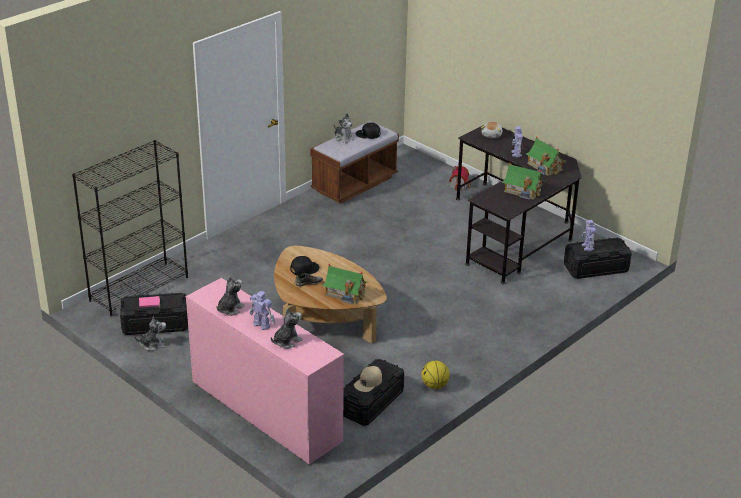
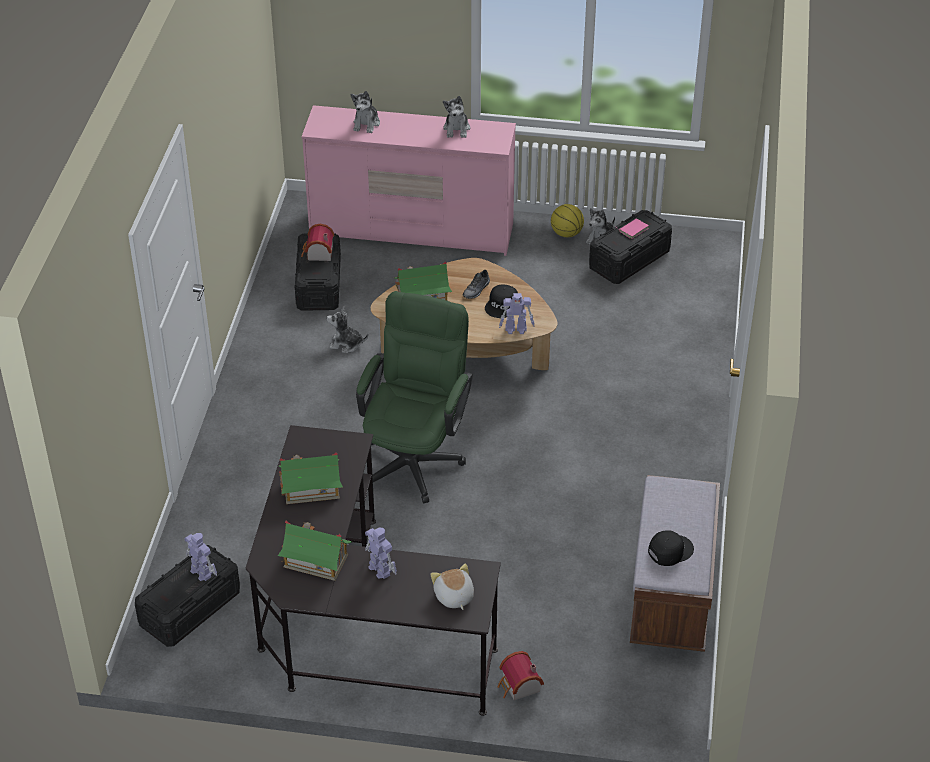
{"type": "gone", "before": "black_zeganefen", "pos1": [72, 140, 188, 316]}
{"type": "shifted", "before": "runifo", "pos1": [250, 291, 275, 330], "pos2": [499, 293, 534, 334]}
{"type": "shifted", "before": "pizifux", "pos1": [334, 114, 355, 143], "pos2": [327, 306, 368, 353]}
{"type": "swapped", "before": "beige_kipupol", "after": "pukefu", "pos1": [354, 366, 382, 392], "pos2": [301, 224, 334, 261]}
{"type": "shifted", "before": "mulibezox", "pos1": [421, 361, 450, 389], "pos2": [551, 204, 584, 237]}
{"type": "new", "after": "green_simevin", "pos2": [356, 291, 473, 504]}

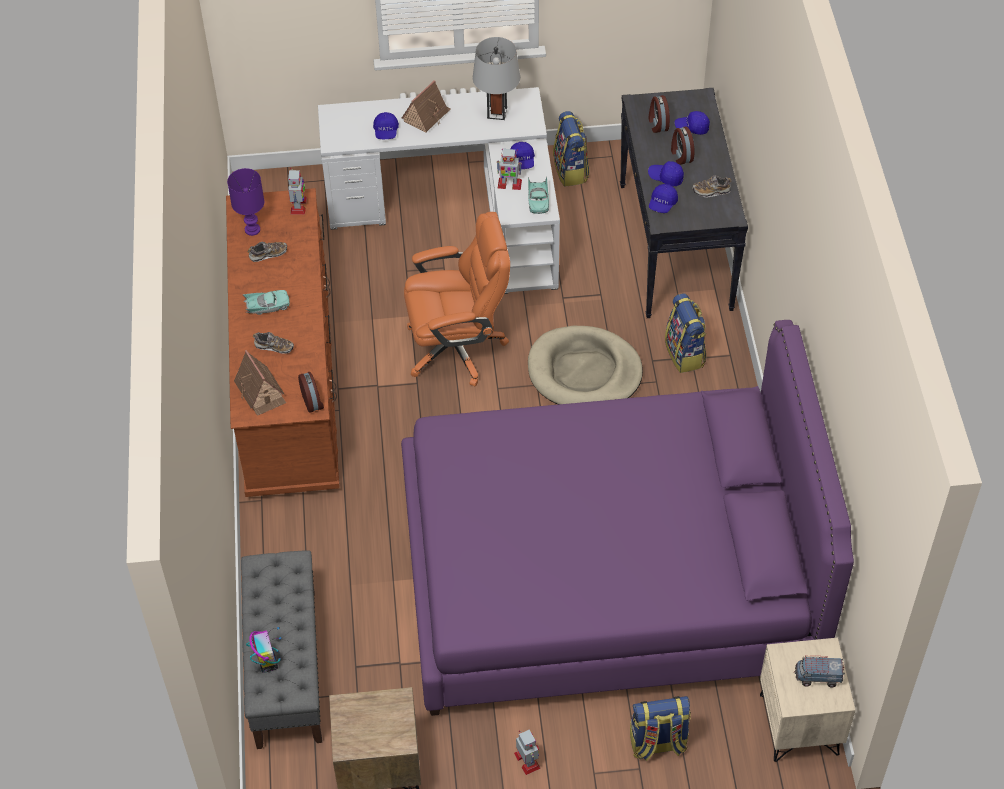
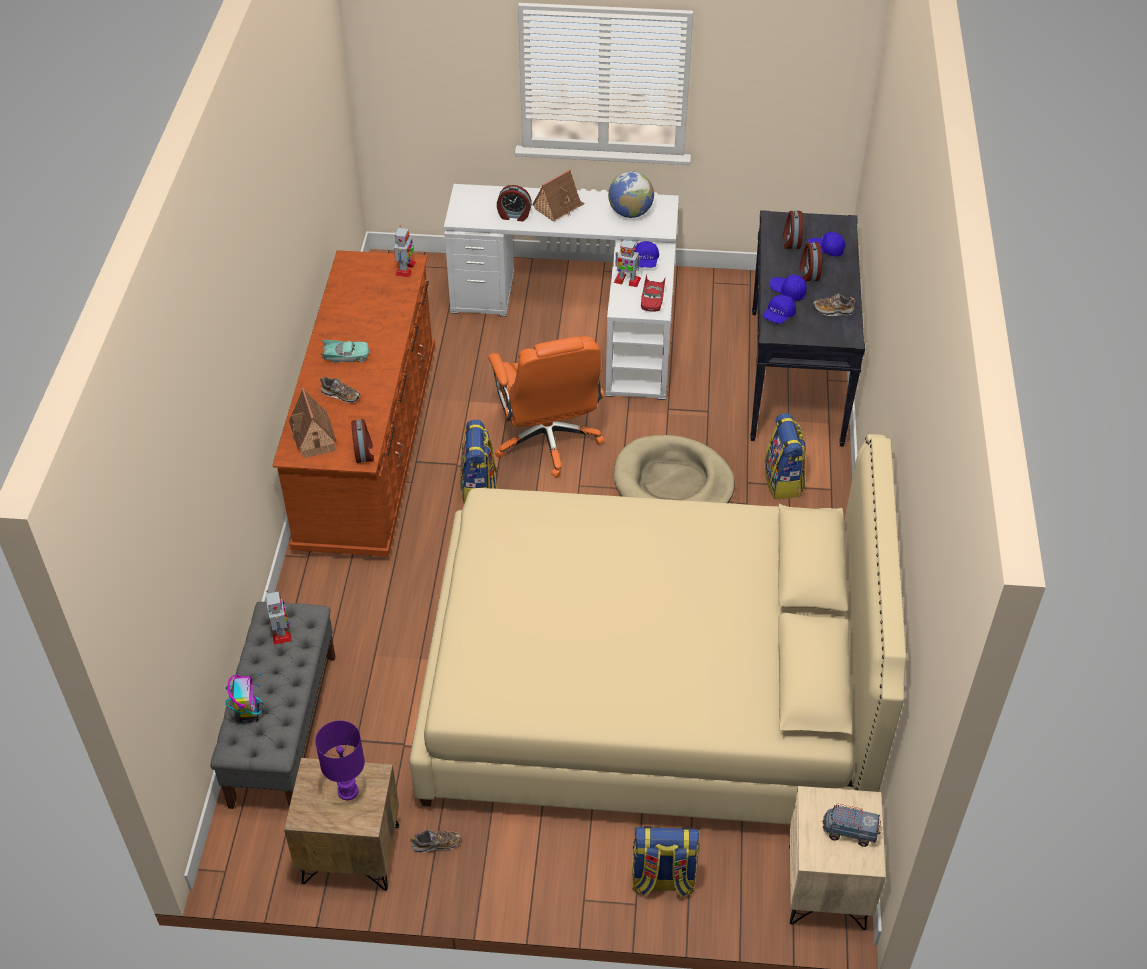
{"type": "shifted", "before": "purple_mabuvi", "pos1": [227, 168, 264, 236], "pos2": [315, 720, 365, 800]}
{"type": "shifted", "before": "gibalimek", "pos1": [247, 241, 287, 262], "pos2": [410, 830, 461, 853]}
{"type": "swapped", "before": "blue_kipupol", "after": "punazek", "pos1": [373, 112, 399, 139], "pos2": [497, 185, 532, 222]}
{"type": "repainted", "before": "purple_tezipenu", "after": "beige_tezipenu", "pos1": [401, 320, 854, 716], "pos2": [409, 434, 906, 825]}
{"type": "rotated", "before": "orange_simevin", "pos1": [404, 212, 510, 386], "pos2": [488, 336, 604, 478], "turn": 75}
{"type": "swapped", "before": "grey_mabuvi", "after": "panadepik", "pos1": [473, 37, 520, 120], "pos2": [608, 171, 654, 218]}
{"type": "shifted", "before": "runifo", "pos1": [514, 729, 541, 775], "pos2": [266, 591, 292, 645]}
{"type": "repainted", "before": "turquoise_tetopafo", "after": "red_tetopafo", "pos1": [528, 176, 549, 214], "pos2": [641, 274, 666, 312]}
{"type": "shifted", "before": "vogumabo", "pos1": [553, 111, 590, 187], "pos2": [460, 420, 497, 504]}

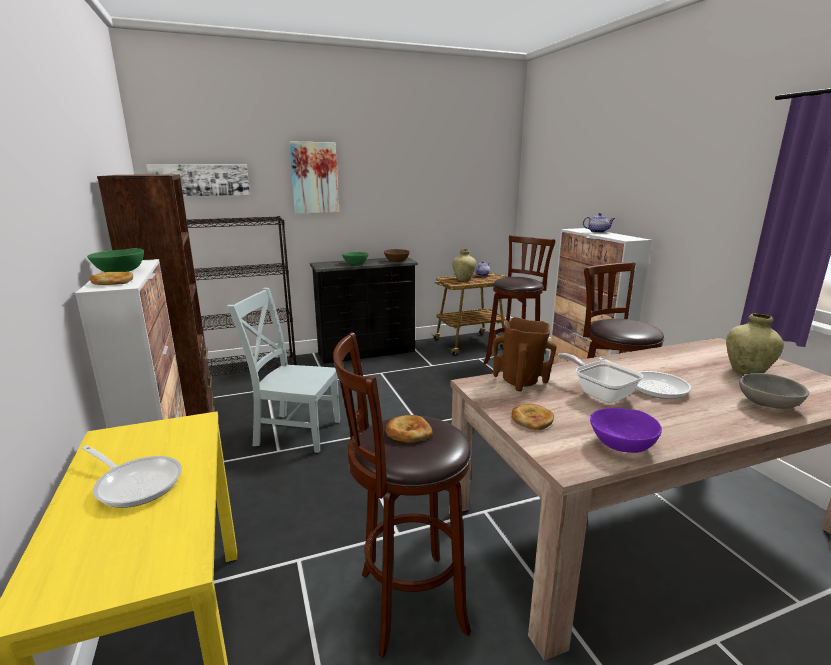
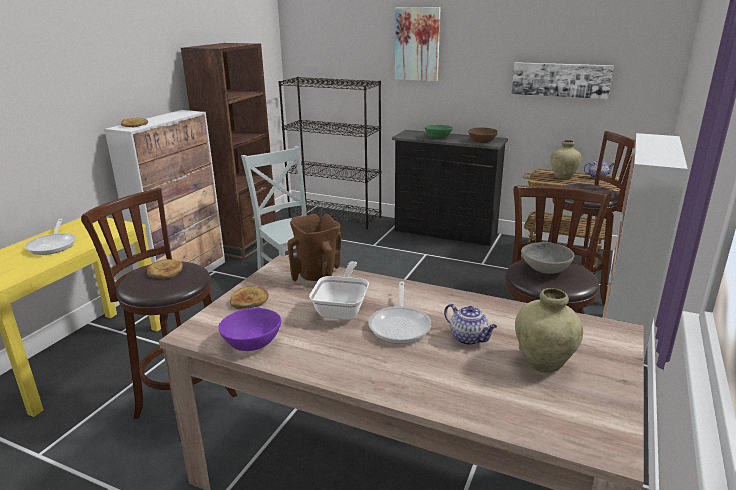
{"type": "gone", "before": "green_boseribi", "pos1": [87, 248, 144, 272]}
{"type": "shifted", "before": "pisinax", "pos1": [146, 164, 250, 196], "pos2": [512, 62, 614, 99]}
{"type": "shifted", "before": "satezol", "pos1": [583, 213, 615, 233], "pos2": [444, 304, 497, 345]}
{"type": "shifted", "before": "grey_boseribi", "pos1": [739, 373, 809, 409], "pos2": [521, 242, 574, 274]}

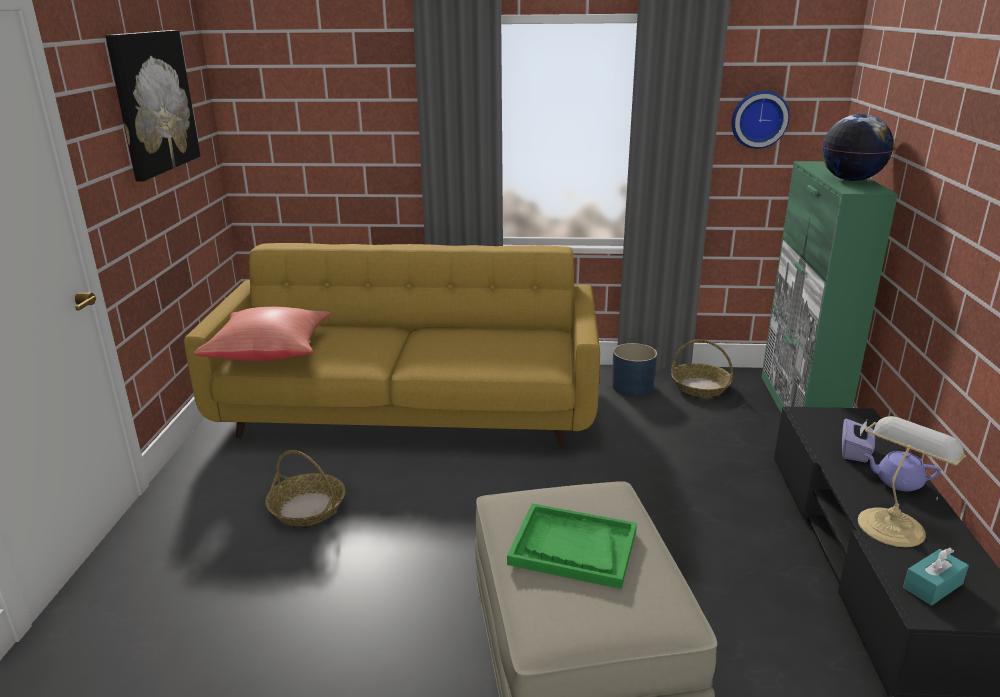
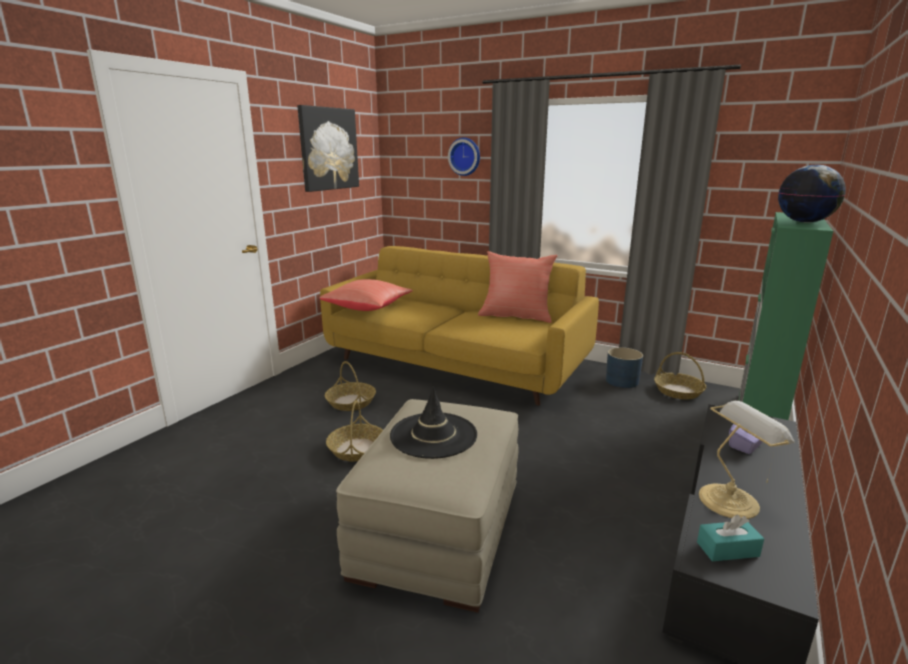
{"type": "swapped", "before": "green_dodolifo", "after": "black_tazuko", "pos1": [507, 503, 637, 589], "pos2": [390, 386, 477, 459]}
{"type": "shifted", "before": "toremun", "pos1": [732, 91, 790, 149], "pos2": [448, 137, 480, 176]}
{"type": "gone", "before": "purple_satezol", "pos1": [864, 451, 941, 491]}
{"type": "new", "after": "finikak", "pos2": [326, 400, 383, 462]}
{"type": "new", "after": "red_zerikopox", "pos2": [478, 251, 558, 323]}

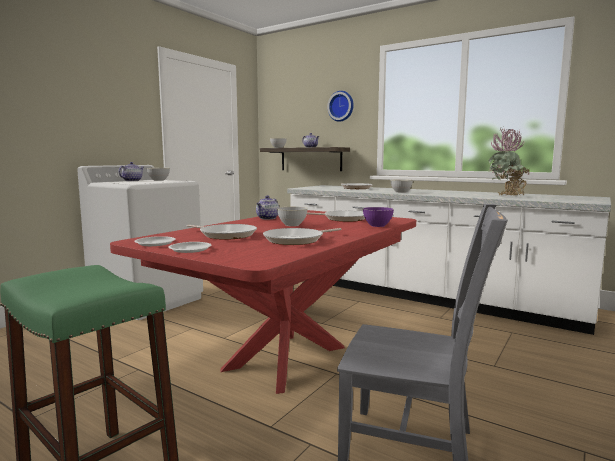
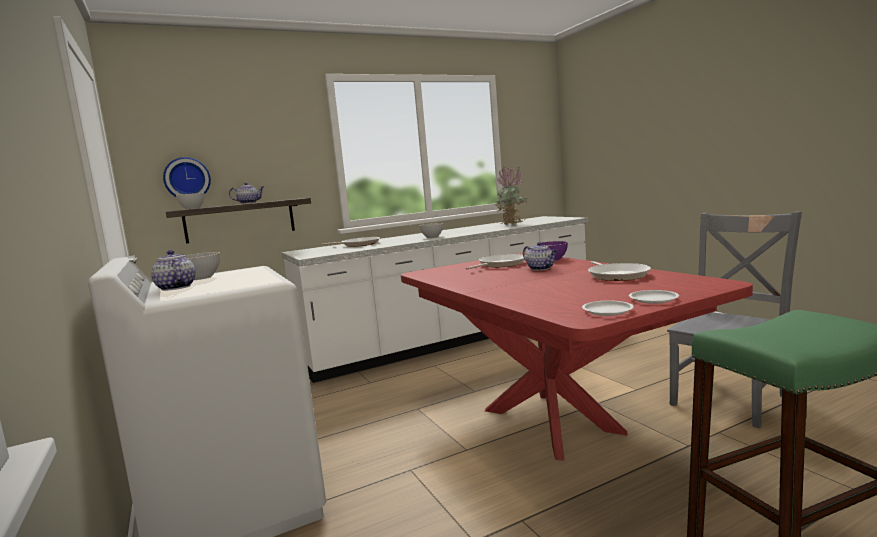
{"type": "gone", "before": "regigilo", "pos1": [187, 224, 257, 240]}
{"type": "shifted", "before": "satezol", "pos1": [256, 196, 279, 219], "pos2": [523, 242, 557, 270]}
{"type": "gone", "before": "grey_boseribi", "pos1": [277, 207, 308, 226]}
{"type": "shifted", "before": "toremun", "pos1": [327, 91, 354, 122], "pos2": [163, 157, 211, 197]}

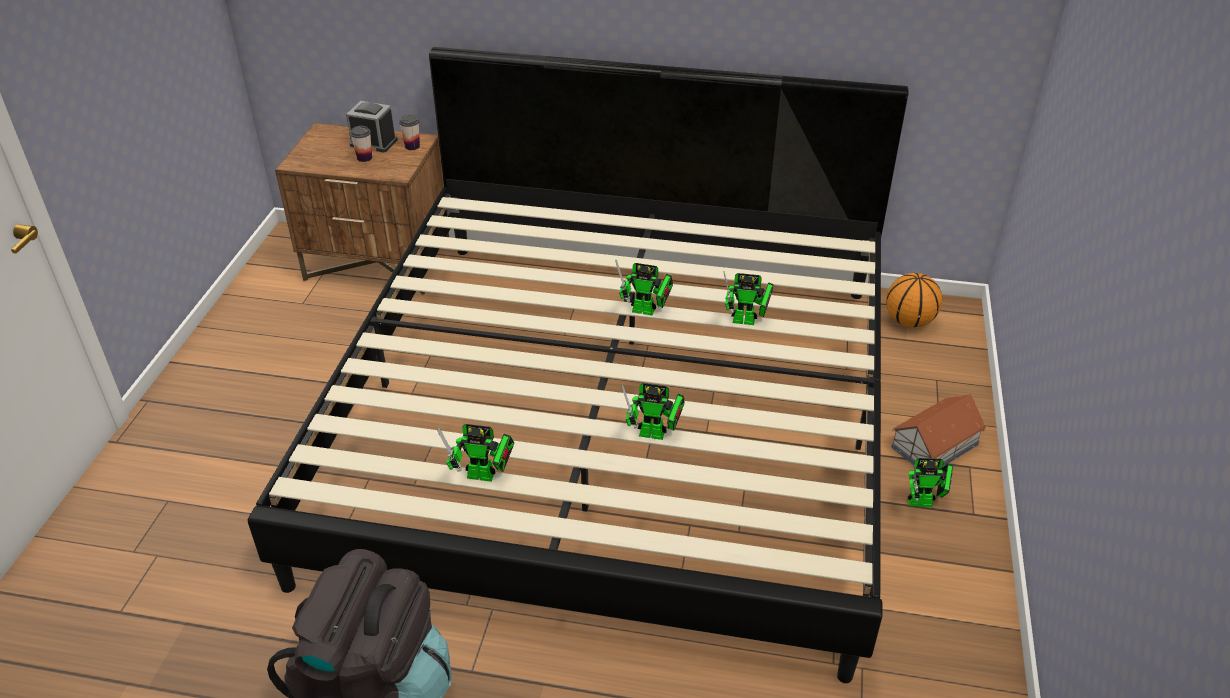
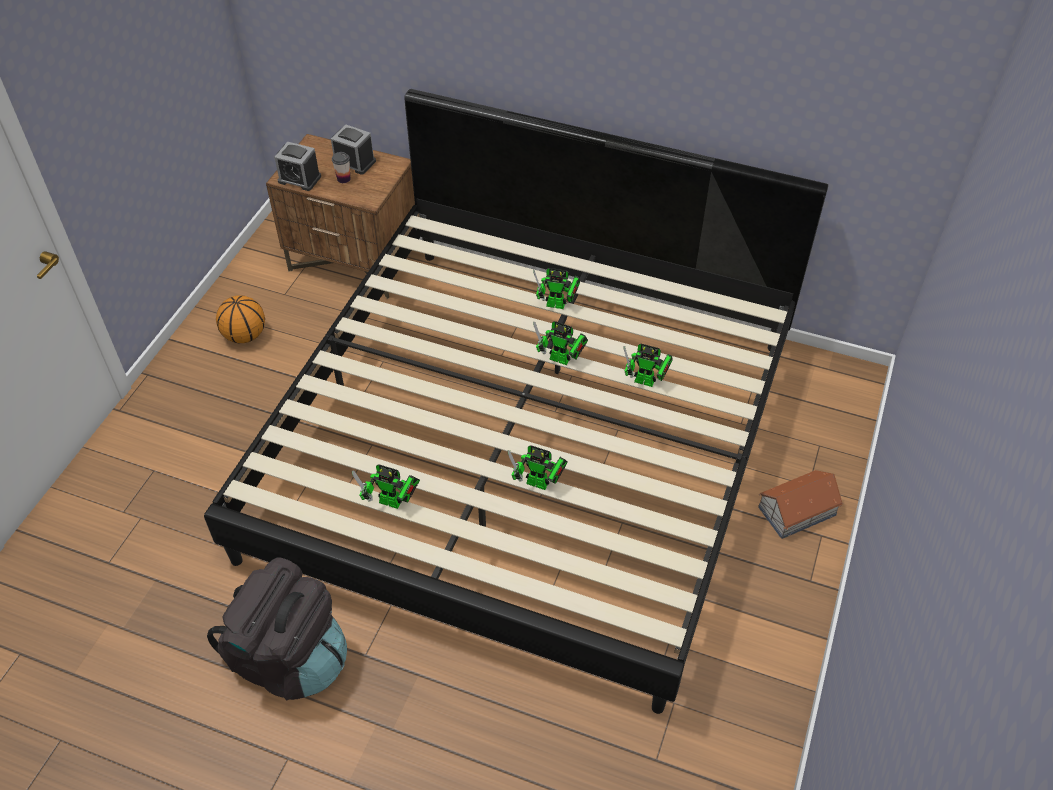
{"type": "gone", "before": "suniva", "pos1": [399, 115, 420, 150]}
{"type": "shifted", "before": "mulibezox", "pos1": [886, 273, 942, 327], "pos2": [216, 295, 265, 343]}
{"type": "shifted", "before": "runifo", "pos1": [907, 458, 954, 507], "pos2": [533, 268, 580, 309]}
{"type": "new", "after": "punazek", "pos2": [274, 142, 321, 191]}

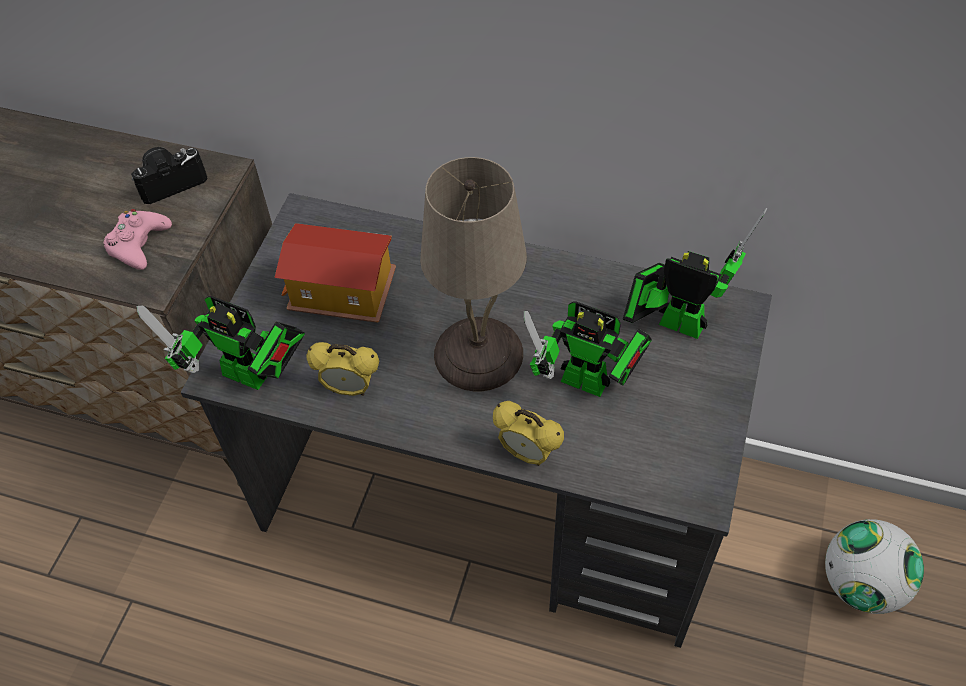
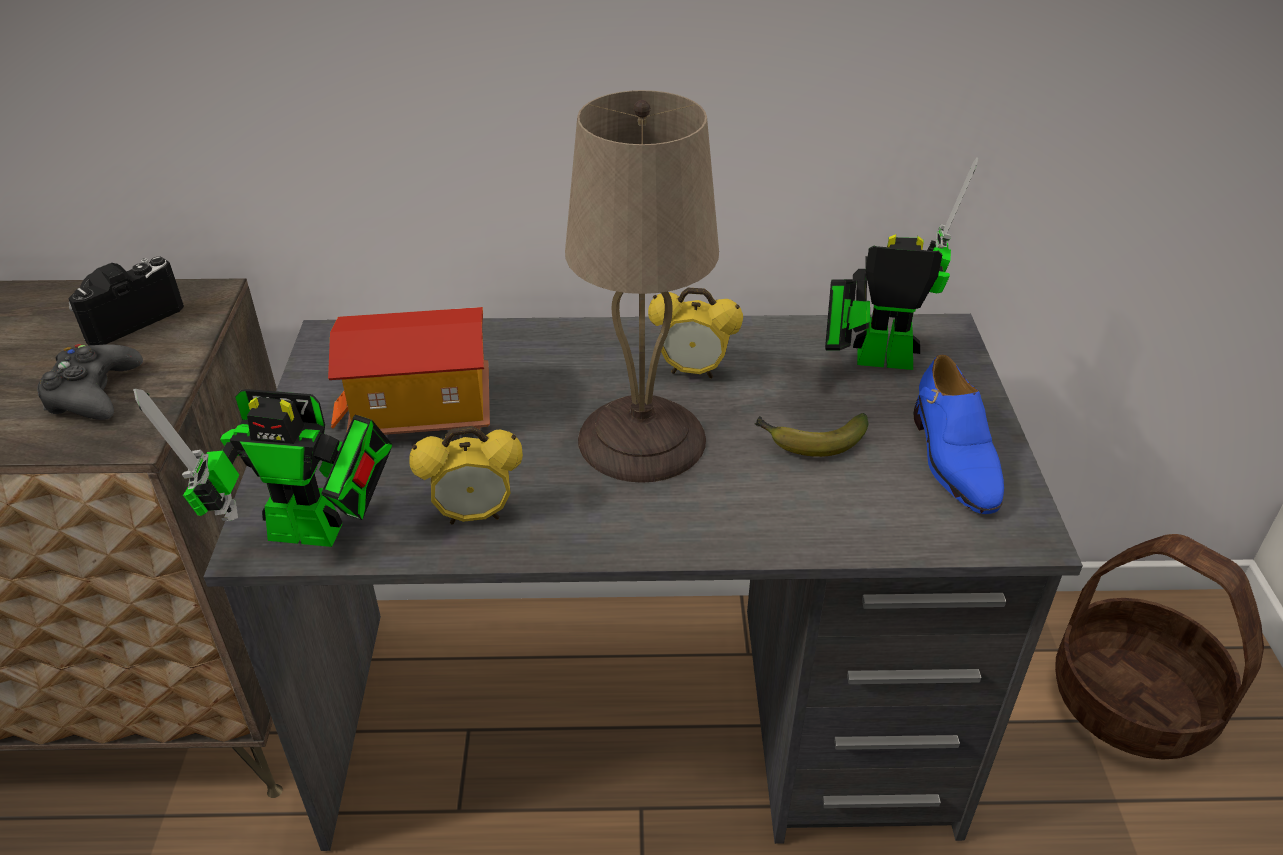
{"type": "repainted", "before": "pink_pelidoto", "after": "black_pelidoto", "pos1": [104, 209, 172, 270], "pos2": [37, 344, 143, 420]}
{"type": "shifted", "before": "punazek", "pos1": [493, 401, 564, 466], "pos2": [648, 288, 743, 379]}
{"type": "swapped", "before": "runifo", "after": "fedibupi", "pos1": [523, 302, 652, 397], "pos2": [754, 413, 868, 457]}
{"type": "swapped", "before": "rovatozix", "after": "finikak", "pos1": [825, 519, 924, 614], "pos2": [1055, 534, 1264, 760]}
{"type": "new", "after": "blue_gibalimek", "pos2": [913, 355, 1004, 514]}

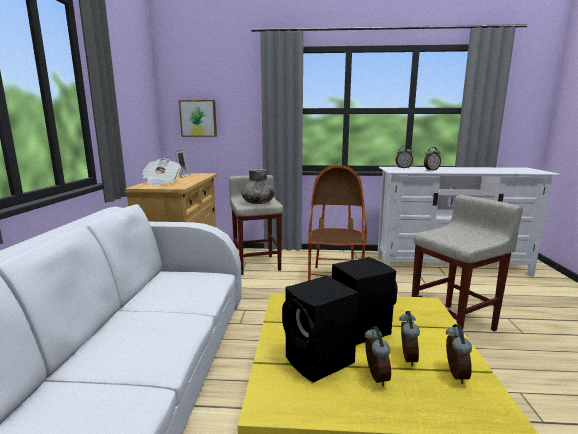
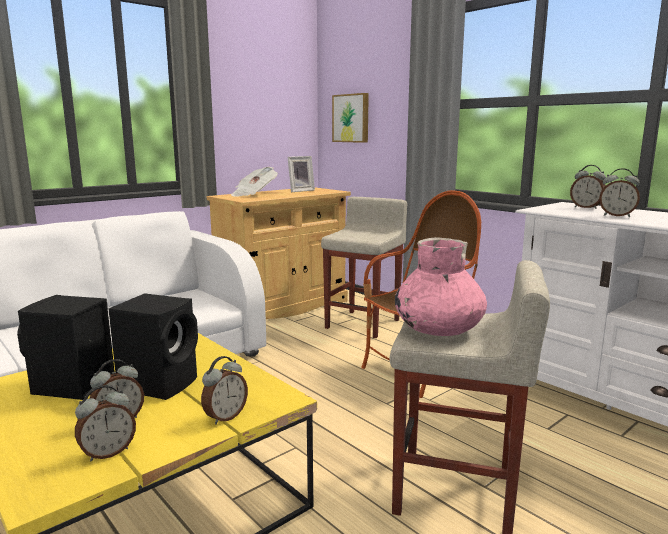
{"type": "gone", "before": "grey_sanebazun", "pos1": [241, 169, 275, 204]}
{"type": "shifted", "before": "punazek", "pos1": [365, 327, 391, 387], "pos2": [201, 356, 248, 425]}
{"type": "new", "after": "pink_sanebazun", "pos2": [395, 237, 487, 336]}

